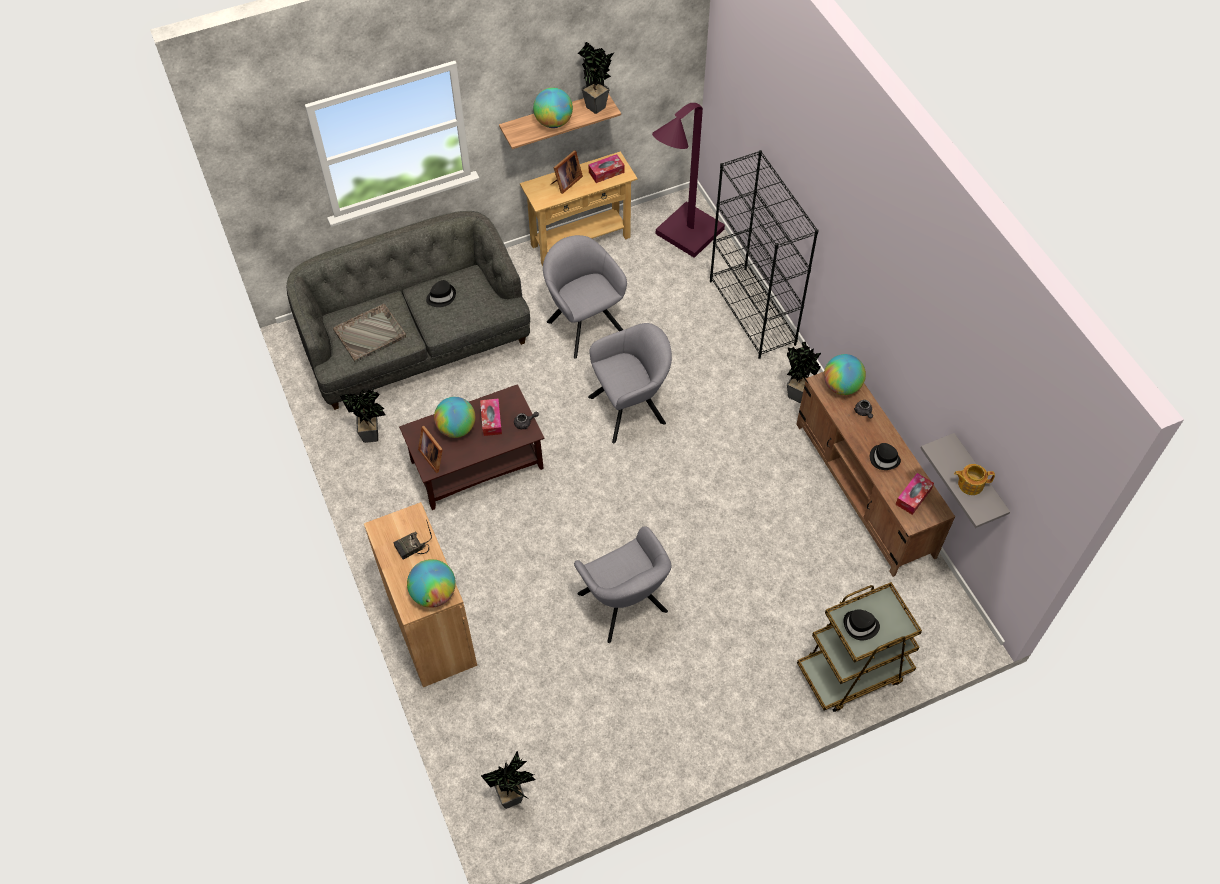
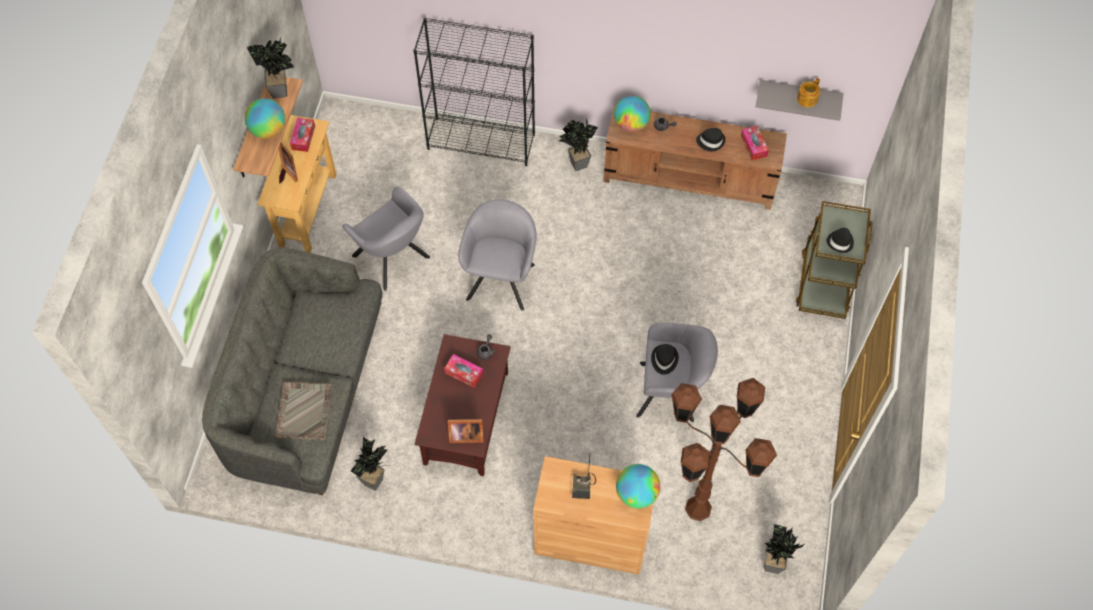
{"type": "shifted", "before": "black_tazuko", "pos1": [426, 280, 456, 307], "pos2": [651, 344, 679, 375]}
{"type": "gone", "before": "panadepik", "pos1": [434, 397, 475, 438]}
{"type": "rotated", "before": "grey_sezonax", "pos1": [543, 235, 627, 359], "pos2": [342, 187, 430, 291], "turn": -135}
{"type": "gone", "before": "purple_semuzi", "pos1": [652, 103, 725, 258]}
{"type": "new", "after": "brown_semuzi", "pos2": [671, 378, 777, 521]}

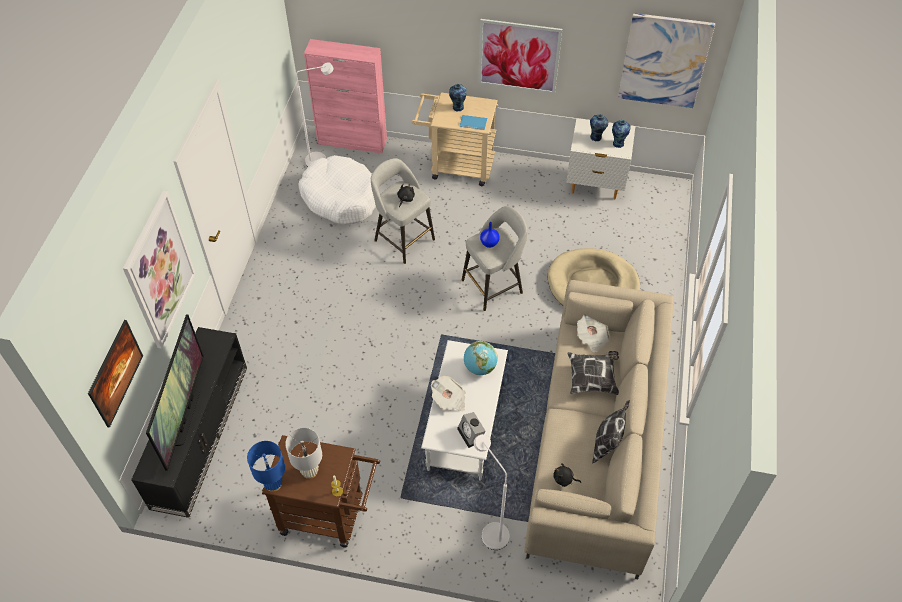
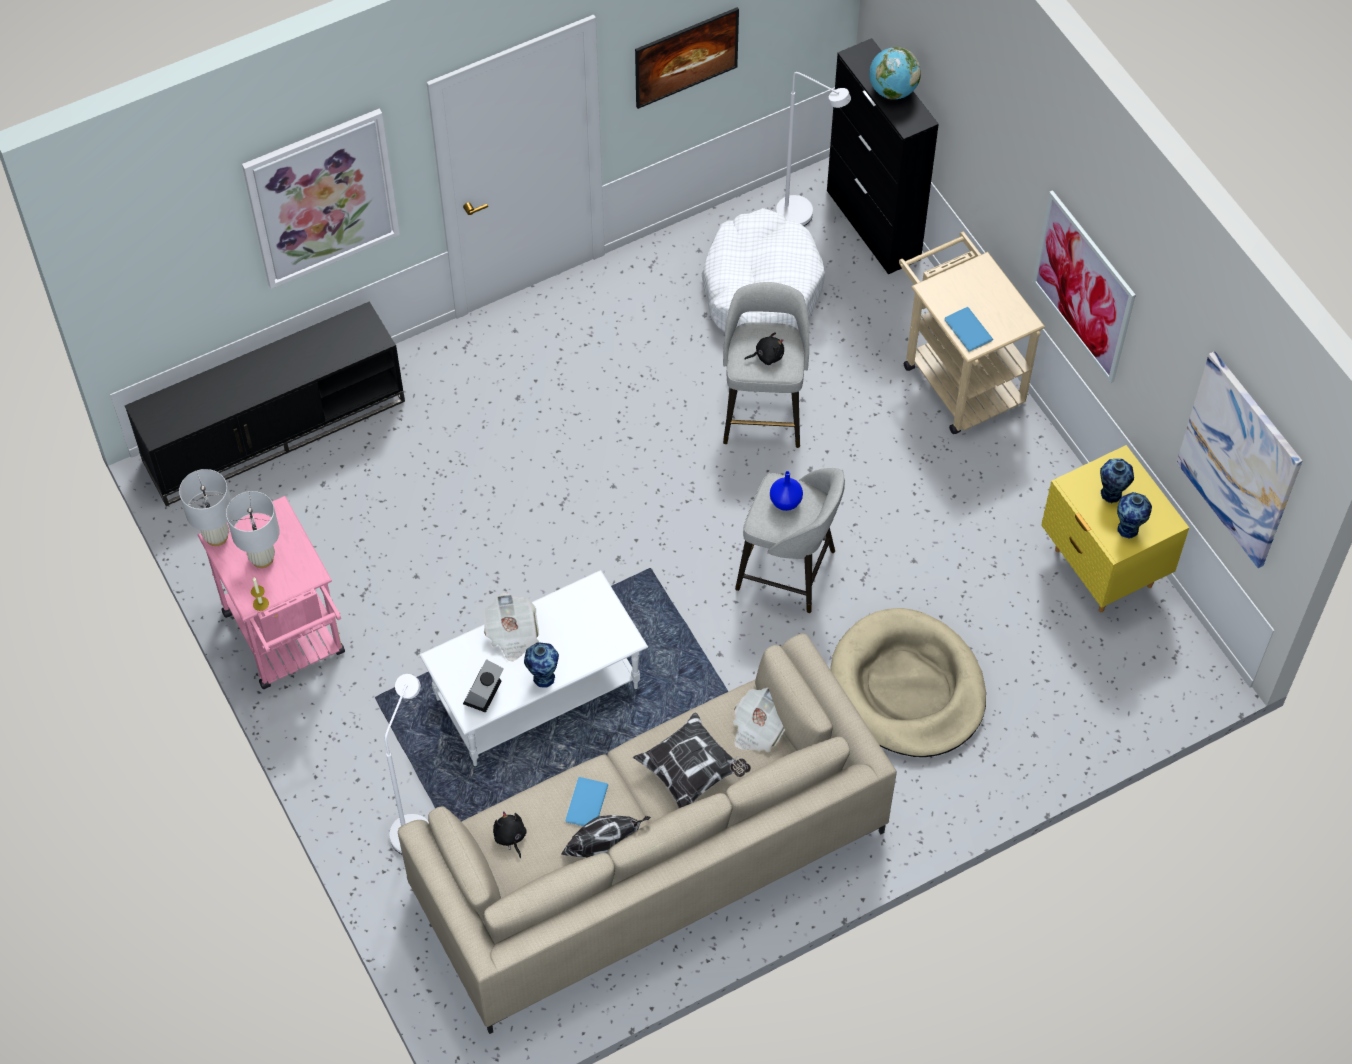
{"type": "shifted", "before": "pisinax", "pos1": [88, 320, 143, 428], "pos2": [635, 7, 739, 109]}
{"type": "gone", "before": "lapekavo", "pos1": [146, 314, 204, 471]}
{"type": "repainted", "before": "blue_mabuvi", "after": "white_mabuvi", "pos1": [247, 441, 285, 492], "pos2": [179, 469, 231, 546]}
{"type": "repainted", "before": "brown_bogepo", "after": "pink_bogepo", "pos1": [262, 435, 380, 548], "pos2": [198, 496, 345, 689]}
{"type": "repainted", "before": "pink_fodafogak", "after": "black_fodafogak", "pos1": [304, 39, 387, 153], "pos2": [827, 38, 939, 274]}
{"type": "shifted", "before": "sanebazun", "pos1": [449, 84, 467, 111], "pos2": [524, 642, 559, 688]}
{"type": "shifted", "before": "panadepik", "pos1": [464, 341, 498, 375], "pos2": [869, 47, 921, 99]}
{"type": "repainted", "before": "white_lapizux", "after": "yellow_lapizux", "pos1": [566, 118, 635, 200], "pos2": [1041, 445, 1189, 612]}
{"type": "new", "after": "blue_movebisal", "pos2": [565, 777, 608, 826]}

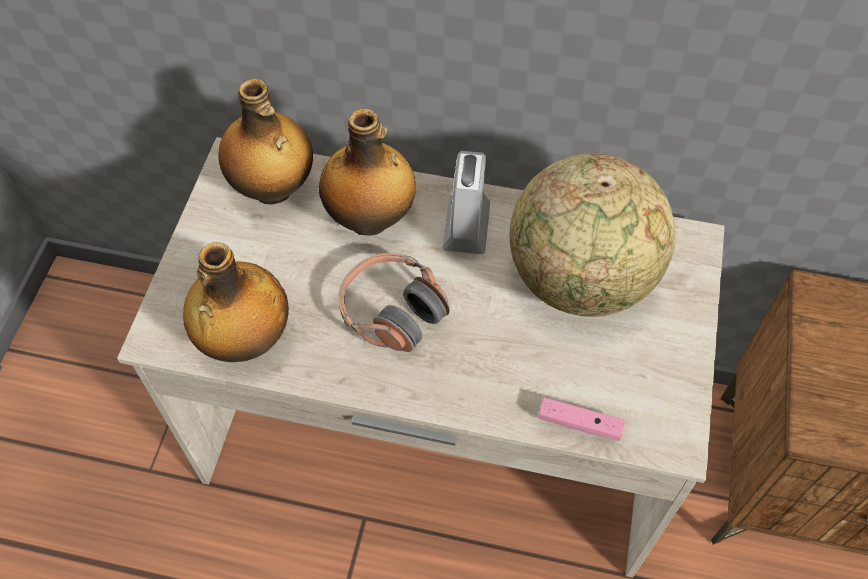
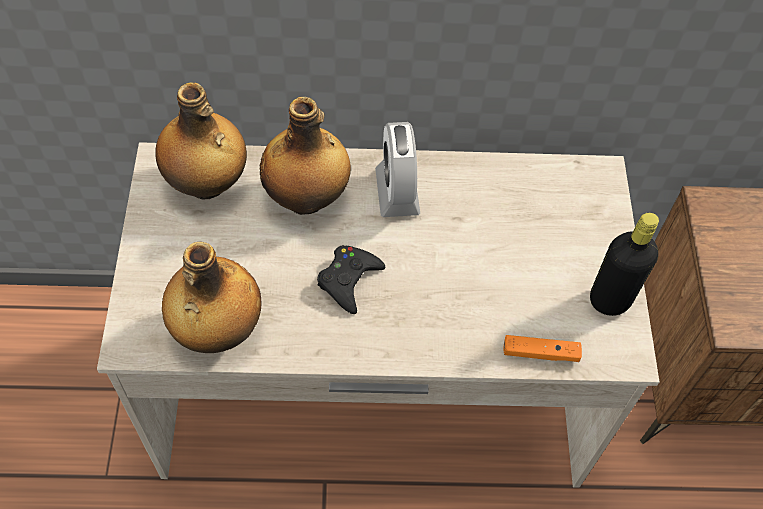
{"type": "swapped", "before": "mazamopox", "after": "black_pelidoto", "pos1": [338, 253, 450, 352], "pos2": [317, 245, 385, 314]}
{"type": "gone", "before": "panadepik", "pos1": [510, 153, 675, 317]}
{"type": "repainted", "before": "pink_pelidoto", "after": "orange_pelidoto", "pos1": [538, 397, 625, 441], "pos2": [504, 335, 582, 362]}
{"type": "new", "after": "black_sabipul", "pos2": [590, 213, 659, 316]}

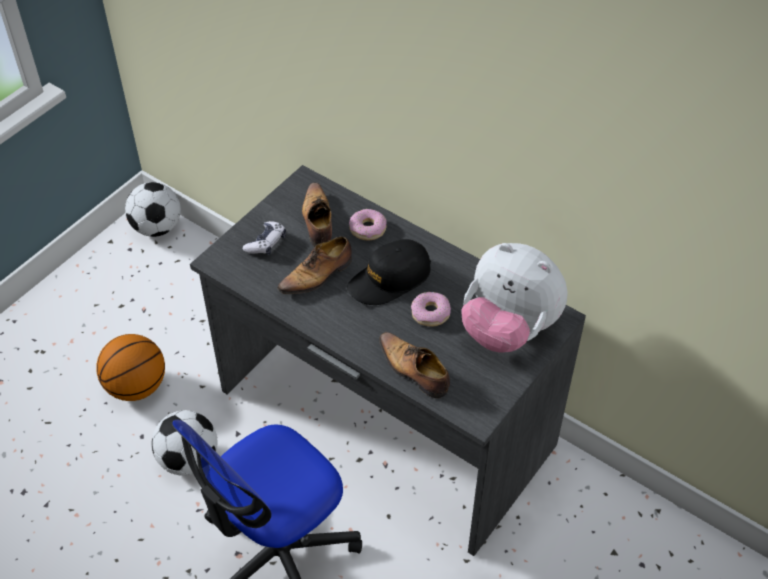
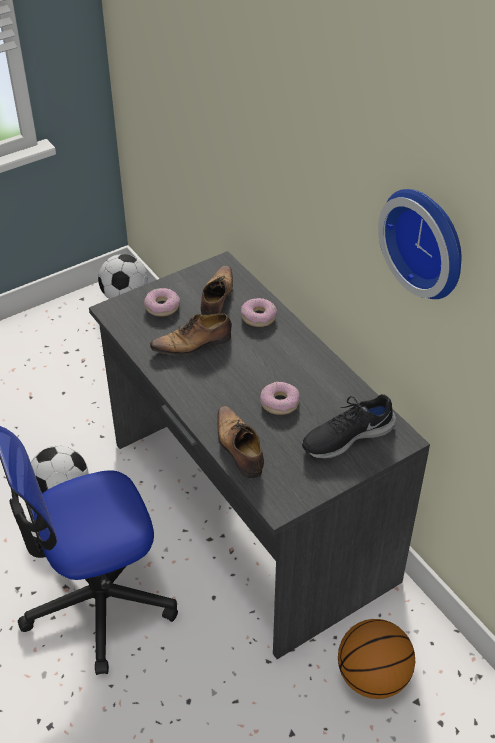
{"type": "shifted", "before": "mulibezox", "pos1": [96, 334, 165, 401], "pos2": [338, 619, 415, 699]}
{"type": "swapped", "before": "pelidoto", "after": "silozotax", "pos1": [243, 221, 286, 255], "pos2": [144, 288, 180, 317]}
{"type": "gone", "before": "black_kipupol", "pos1": [347, 239, 431, 305]}
{"type": "swapped", "before": "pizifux", "after": "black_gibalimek", "pos1": [461, 243, 568, 353], "pos2": [302, 394, 396, 459]}
{"type": "new", "after": "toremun", "pos2": [378, 189, 462, 299]}

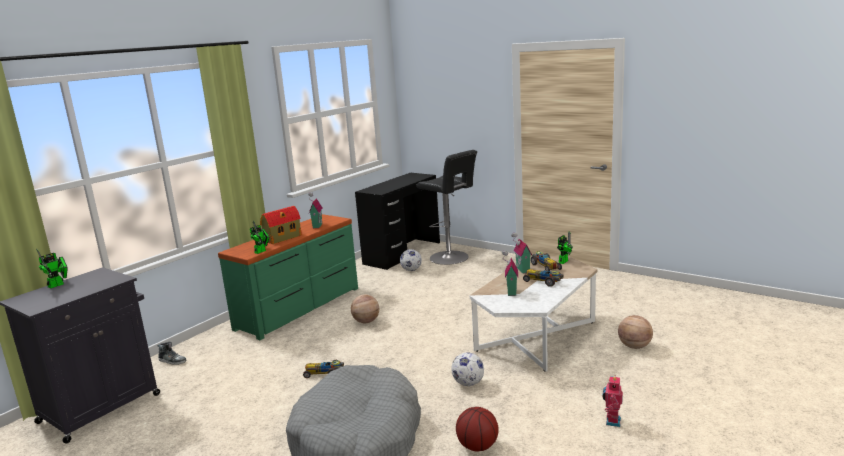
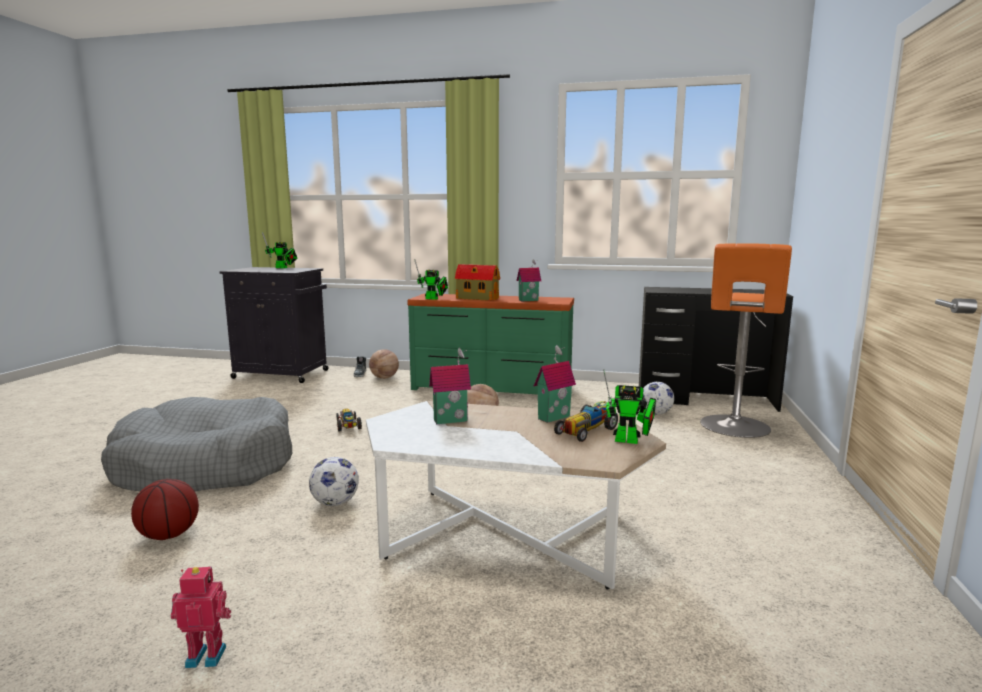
{"type": "repainted", "before": "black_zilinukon", "after": "orange_zilinukon", "pos1": [417, 150, 477, 265], "pos2": [700, 243, 792, 438]}
{"type": "gone", "before": "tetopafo", "pos1": [523, 269, 563, 287]}
{"type": "shifted", "before": "mulibezox", "pos1": [618, 315, 653, 349], "pos2": [369, 349, 399, 379]}

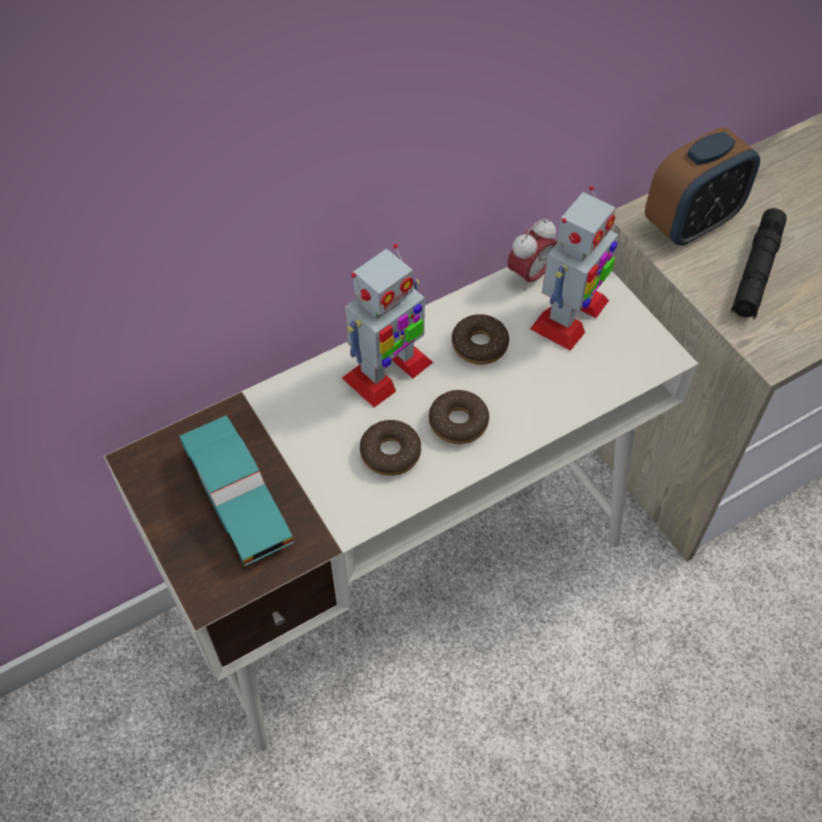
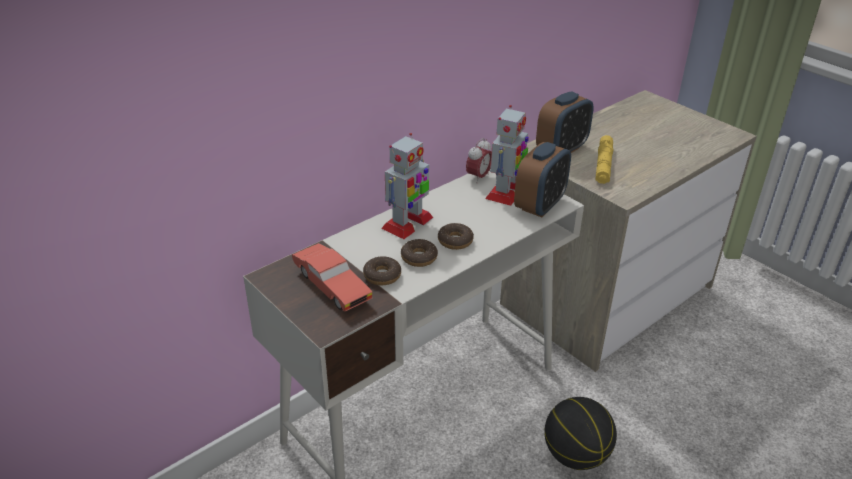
{"type": "repainted", "before": "turquoise_tetopafo", "after": "red_tetopafo", "pos1": [179, 415, 294, 566], "pos2": [292, 243, 372, 312]}
{"type": "shifted", "before": "silozotax", "pos1": [452, 314, 509, 365], "pos2": [363, 256, 401, 285]}
{"type": "repainted", "before": "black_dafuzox", "after": "yellow_dafuzox", "pos1": [731, 208, 786, 319], "pos2": [595, 135, 613, 184]}
{"type": "new", "after": "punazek", "pos2": [514, 142, 571, 217]}
{"type": "new", "after": "mulibezox", "pos2": [544, 397, 617, 470]}

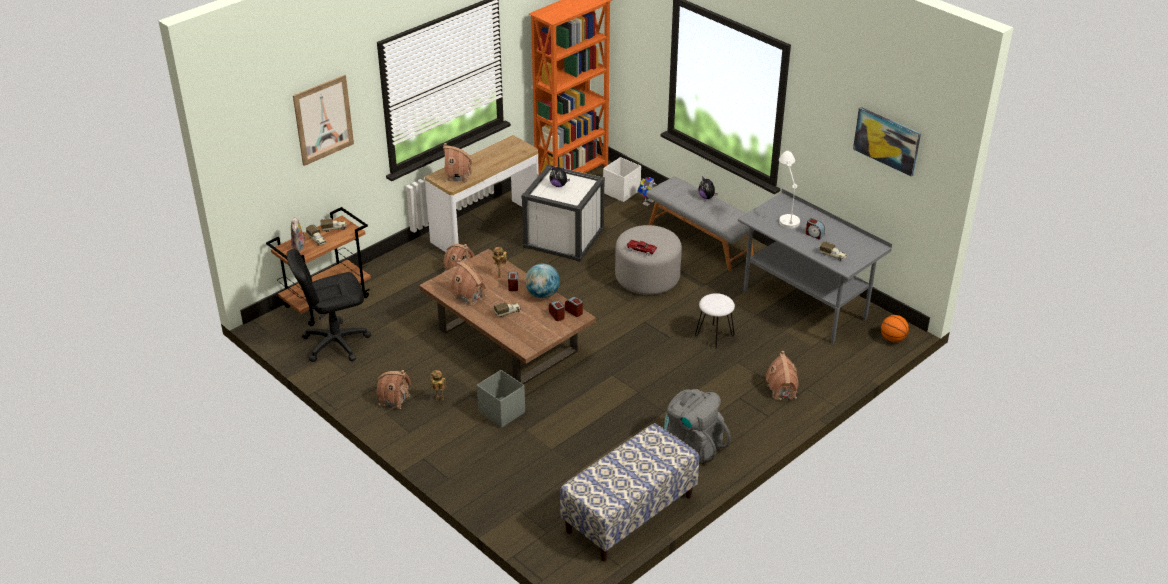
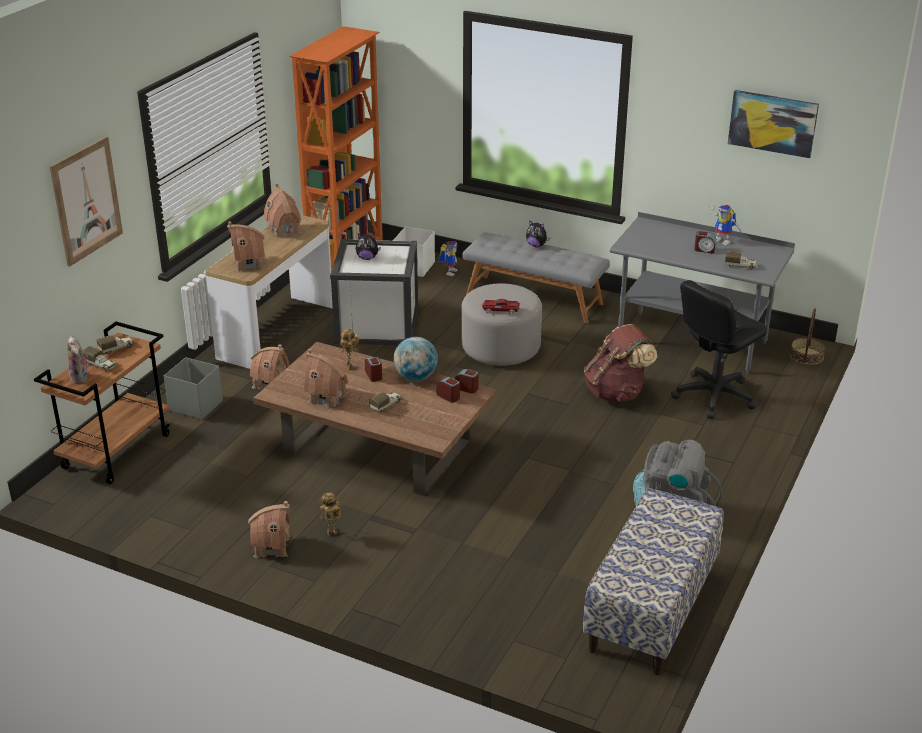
{"type": "shifted", "before": "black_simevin", "pos1": [287, 249, 371, 362], "pos2": [671, 280, 767, 419]}
{"type": "shifted", "before": "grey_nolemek", "pos1": [477, 370, 525, 428], "pos2": [164, 357, 223, 420]}
{"type": "swapped", "before": "white_zilinukon", "after": "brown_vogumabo", "pos1": [695, 293, 735, 349], "pos2": [584, 324, 658, 401]}
{"type": "shifted", "before": "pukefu", "pos1": [766, 351, 799, 401], "pos2": [263, 183, 302, 237]}
{"type": "gone", "before": "white_mabuvi", "pos1": [779, 151, 800, 229]}
{"type": "swapped", "before": "mulibezox", "after": "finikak", "pos1": [881, 315, 909, 342], "pos2": [789, 308, 826, 365]}
{"type": "new", "after": "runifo", "pos2": [709, 204, 743, 246]}

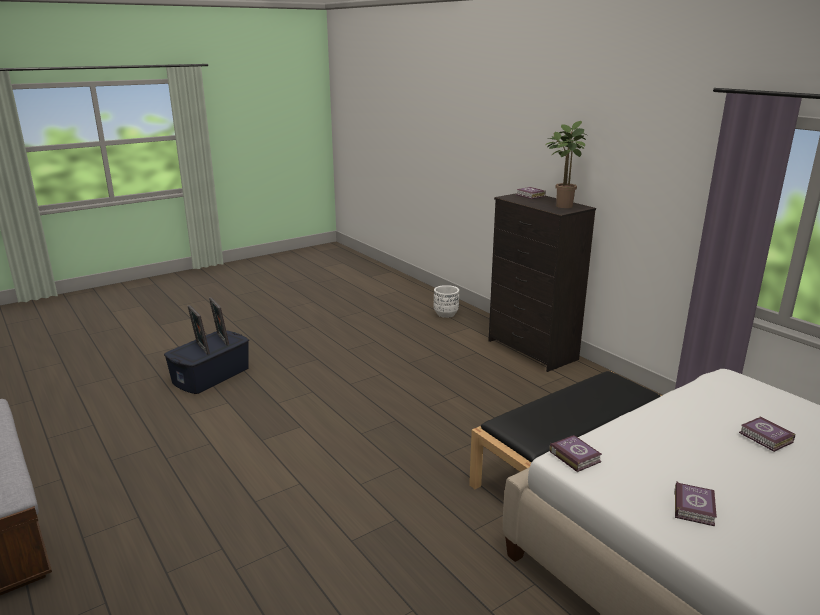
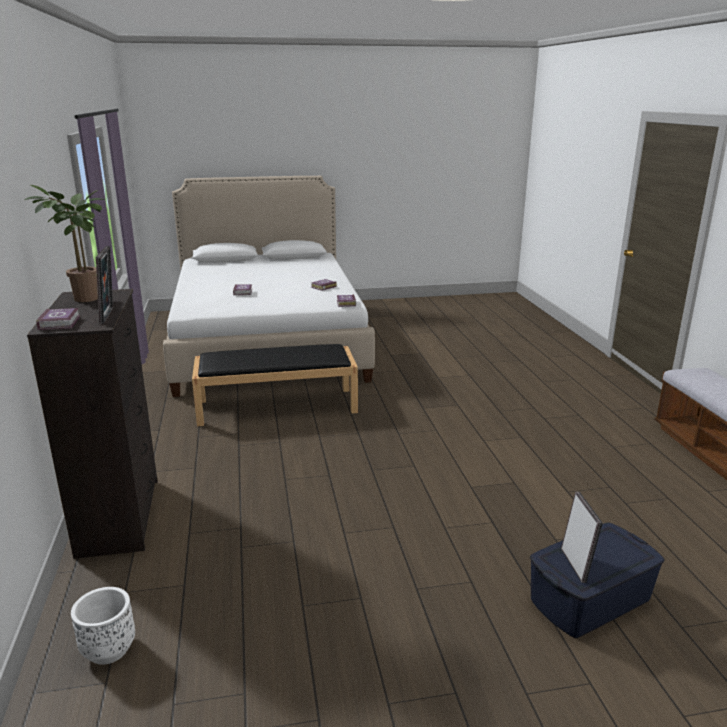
{"type": "shifted", "before": "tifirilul", "pos1": [188, 305, 210, 355], "pos2": [96, 246, 113, 324]}

